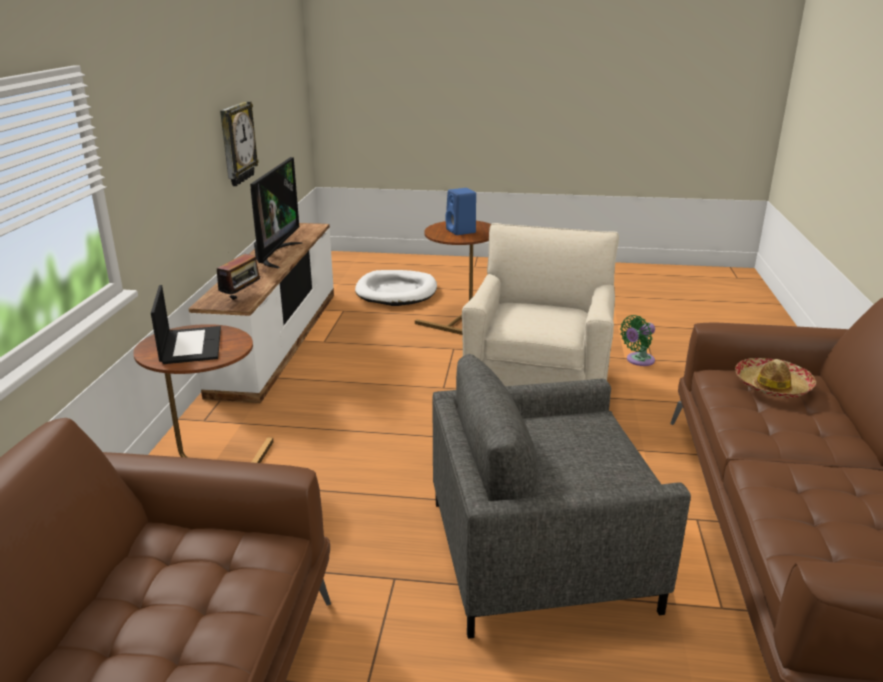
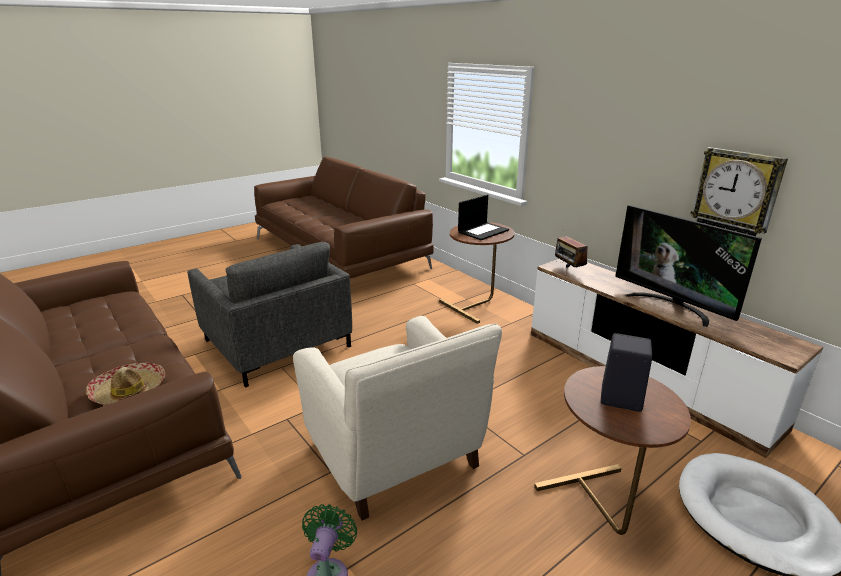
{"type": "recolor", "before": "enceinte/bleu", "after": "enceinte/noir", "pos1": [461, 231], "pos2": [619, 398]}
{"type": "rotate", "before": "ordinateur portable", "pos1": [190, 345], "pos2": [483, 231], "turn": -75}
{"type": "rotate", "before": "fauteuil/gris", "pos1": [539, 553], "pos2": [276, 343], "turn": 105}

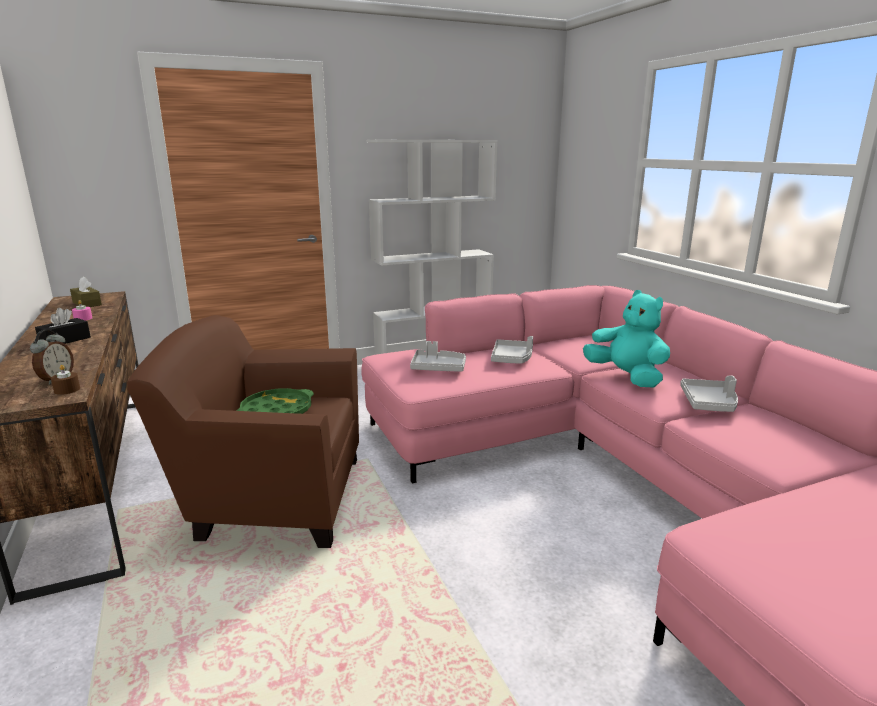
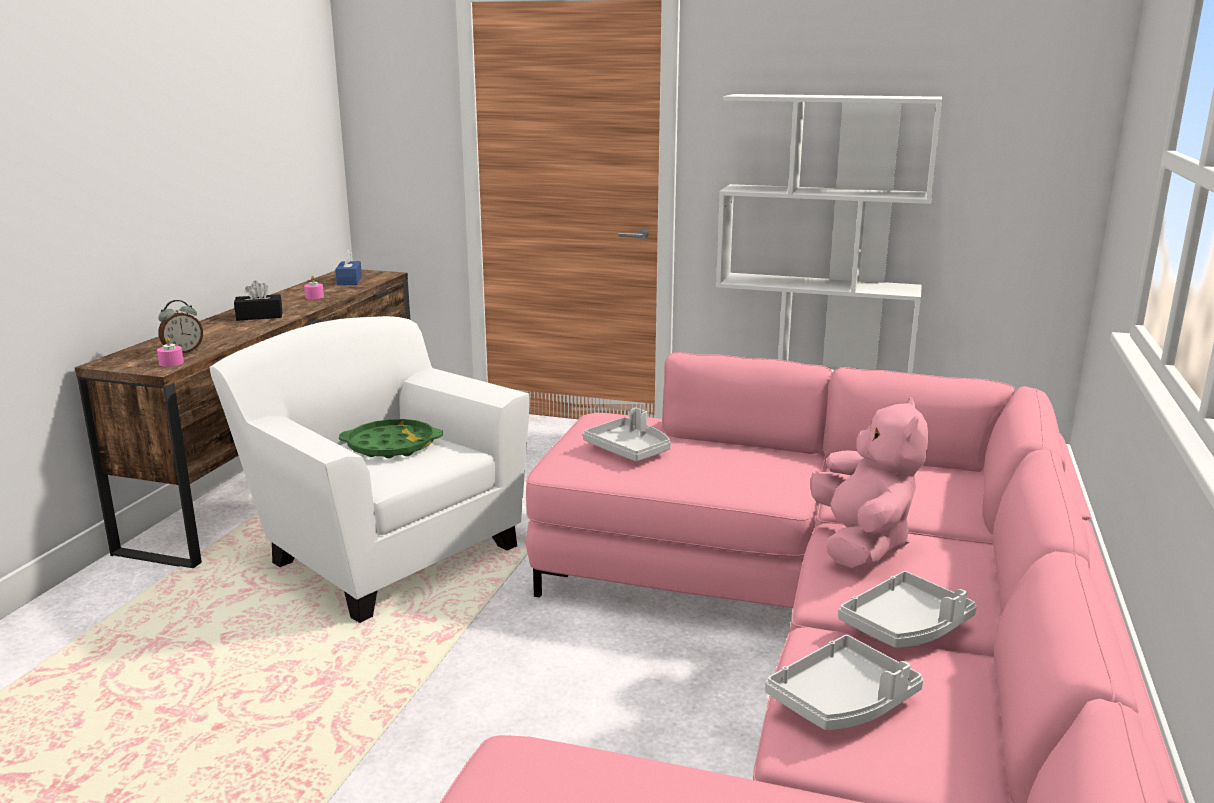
{"type": "move", "before": "plateau/gris", "pos1": [512, 359], "pos2": [843, 701]}
{"type": "recolor", "before": "bougie/marron", "after": "bougie/rose", "pos1": [67, 390], "pos2": [171, 363]}
{"type": "recolor", "before": "boîte à mouchoirs/marron", "after": "boîte à mouchoirs/bleu", "pos1": [87, 303], "pos2": [349, 281]}
{"type": "recolor", "before": "fauteuil/marron", "after": "fauteuil/blanc", "pos1": [273, 498], "pos2": [385, 553]}
{"type": "recolor", "before": "peluche/turquoise", "after": "peluche/rose", "pos1": [626, 377], "pos2": [861, 545]}

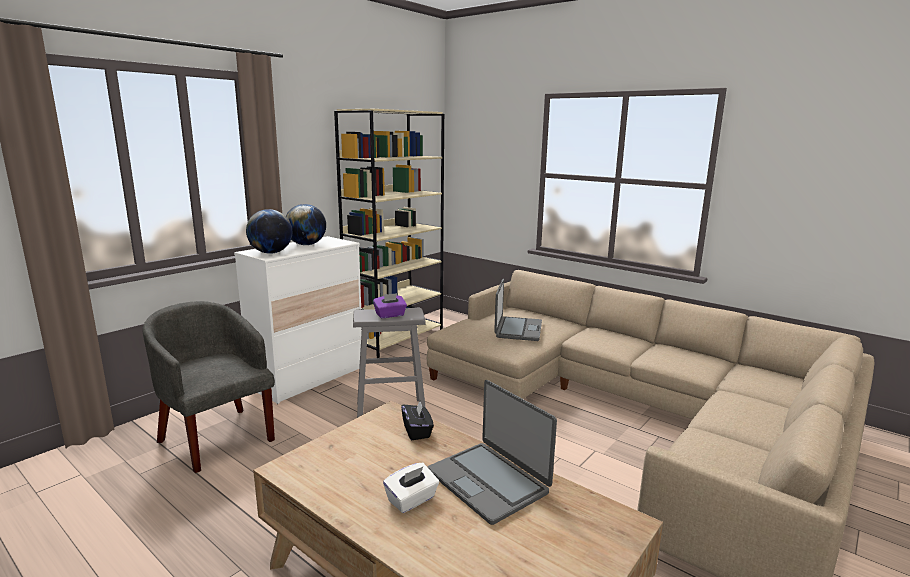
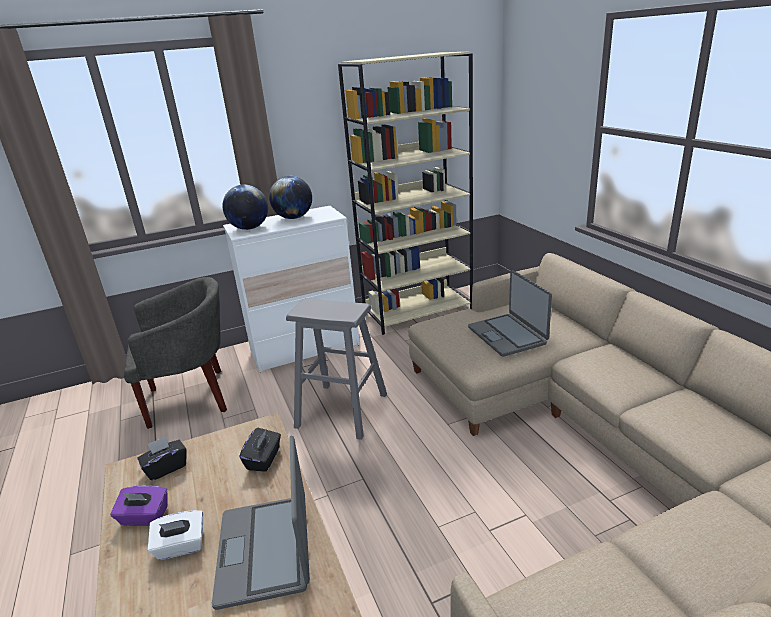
{"type": "insert", "after": "boîte à mouchoirs/noir", "pos2": [166, 468]}
{"type": "move", "before": "boîte à mouchoirs/violet", "pos1": [390, 315], "pos2": [144, 517]}
{"type": "rotate", "before": "fauteuil/gris", "pos1": [216, 437], "pos2": [192, 397], "turn": 90}
{"type": "rotate", "before": "ordinateur portable", "pos1": [518, 329], "pos2": [507, 335], "turn": 120}

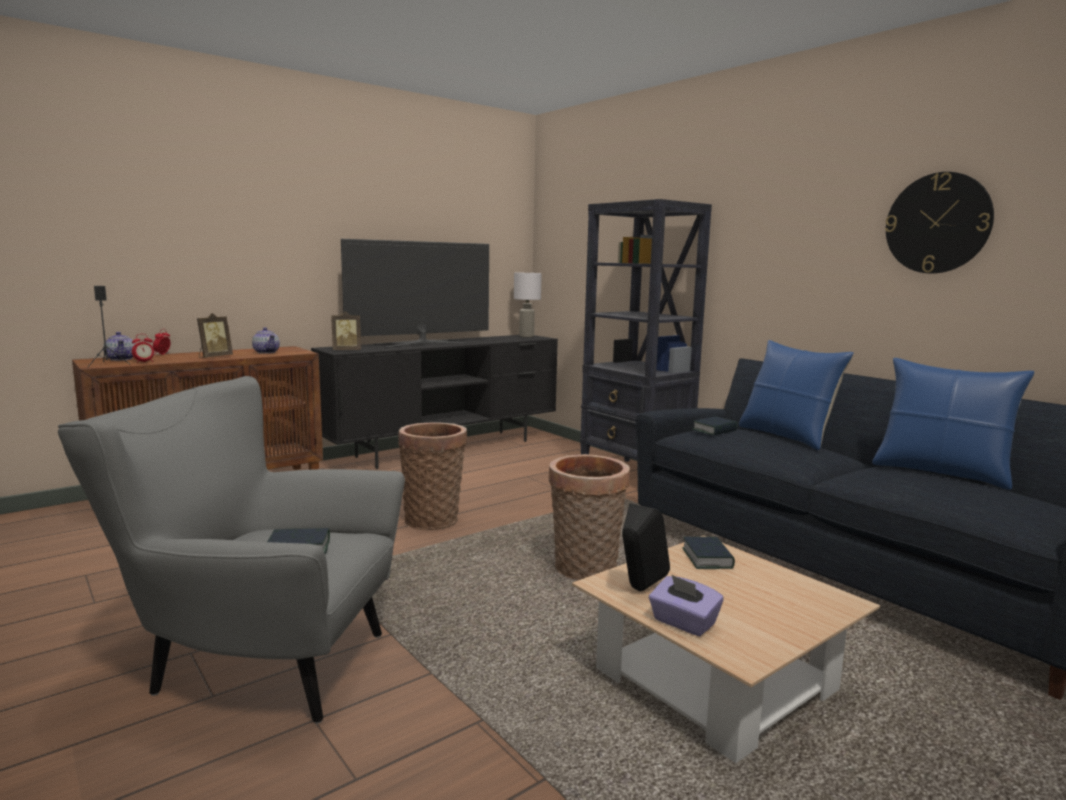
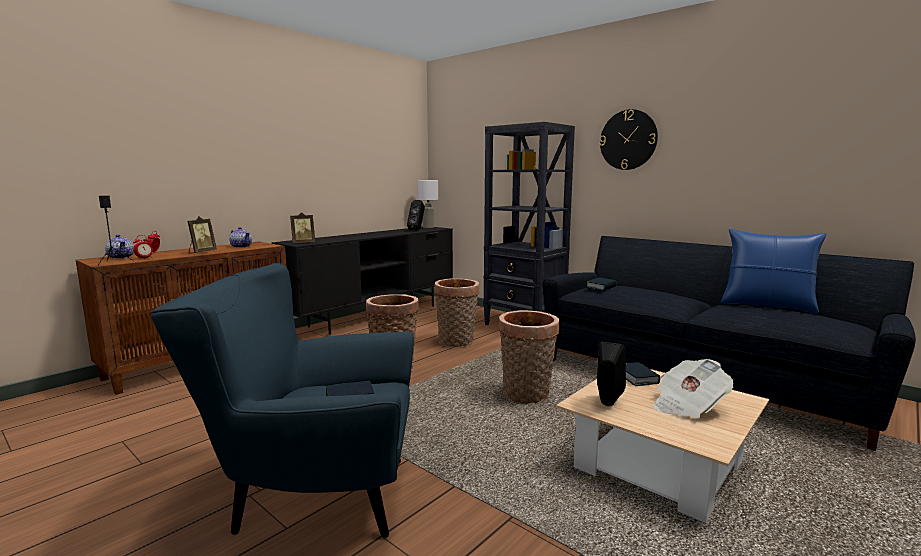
{"type": "delete", "before": "téléviseur", "pos1": [421, 344]}
{"type": "delete", "before": "boîte à mouchoirs/violet", "pos1": [683, 623]}
{"type": "delete", "before": "coussin/bleu", "pos1": [787, 436]}
{"type": "insert", "after": "enceinte/noir", "pos2": [417, 230]}
{"type": "insert", "after": "panier", "pos2": [456, 343]}
{"type": "insert", "after": "journal", "pos2": [687, 406]}
{"type": "move", "before": "horloge murale", "pos1": [937, 223], "pos2": [628, 140]}
{"type": "recolor", "before": "fauteuil/gris", "after": "fauteuil/bleu", "pos1": [255, 663], "pos2": [309, 496]}

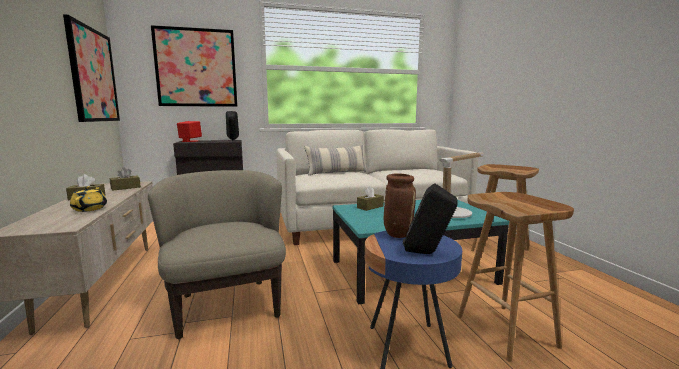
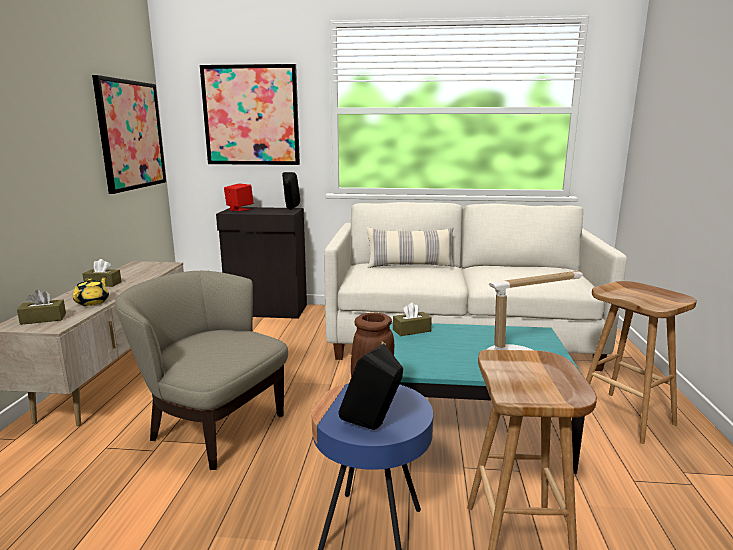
{"type": "move", "before": "boîte à mouchoirs/marron", "pos1": [125, 188], "pos2": [43, 319]}
{"type": "rotate", "before": "fauteuil/beige", "pos1": [227, 304], "pos2": [213, 427], "turn": -60}

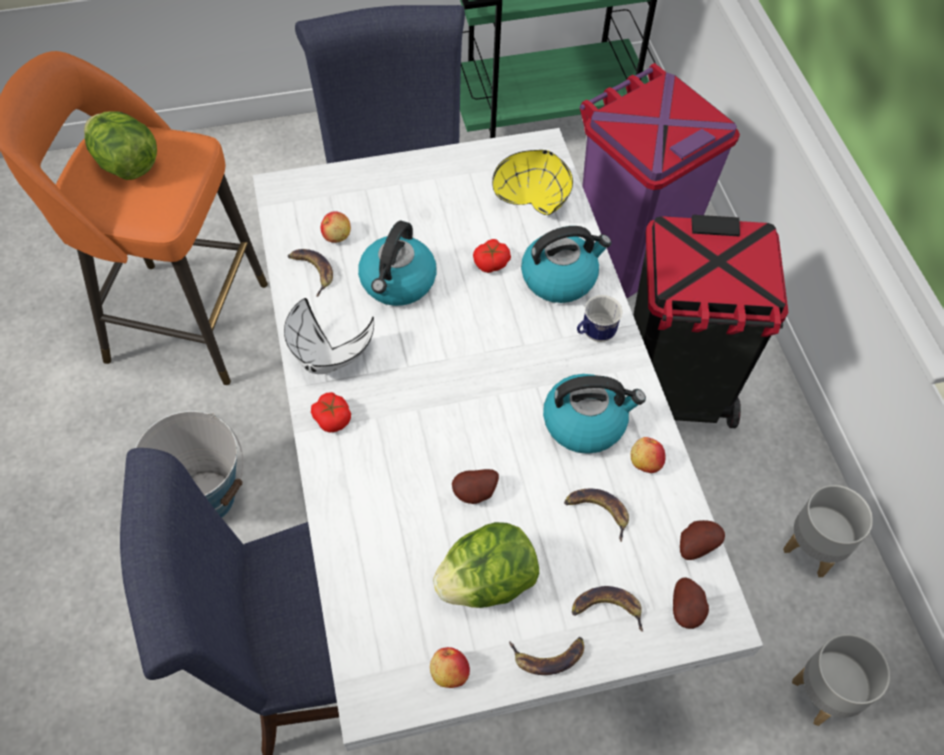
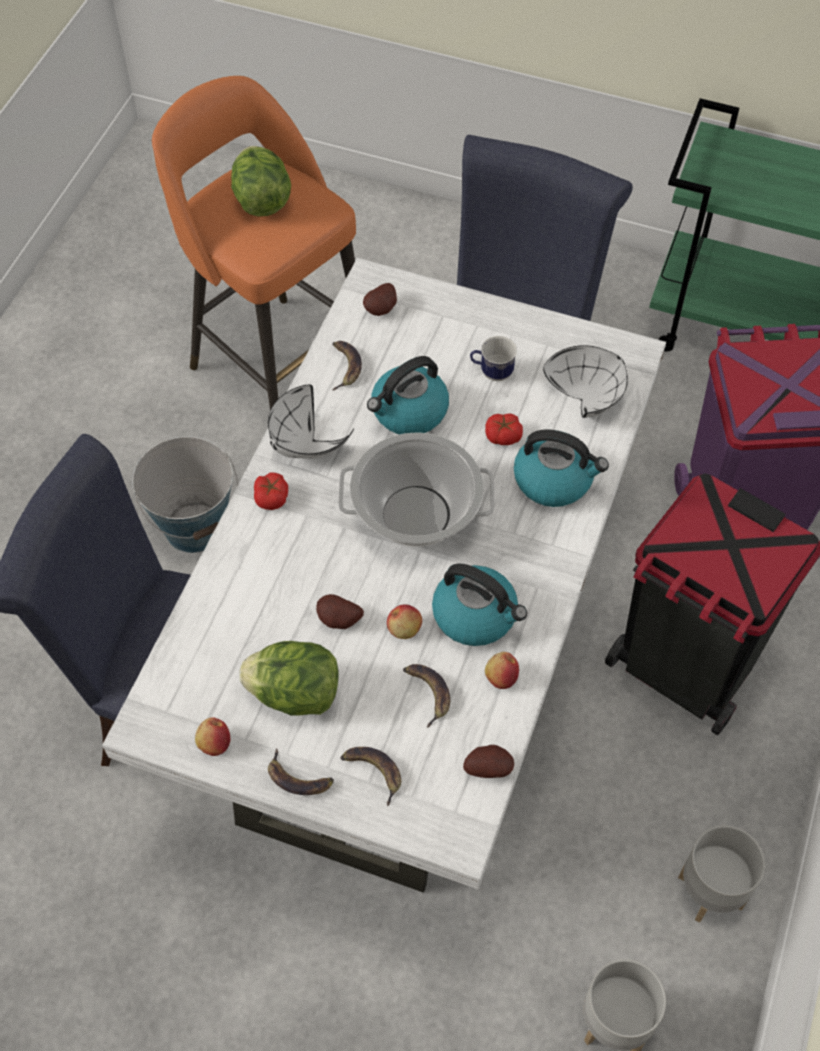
{"type": "insert", "after": "marmite", "pos2": [417, 515]}
{"type": "move", "before": "pomme", "pos1": [337, 235], "pos2": [404, 628]}
{"type": "move", "before": "mug", "pos1": [594, 334], "pos2": [491, 372]}
{"type": "move", "before": "pomme de terre", "pos1": [687, 610], "pos2": [382, 309]}
{"type": "recolor", "before": "bol/jaune", "after": "bol/blanc", "pos1": [533, 197], "pos2": [588, 395]}

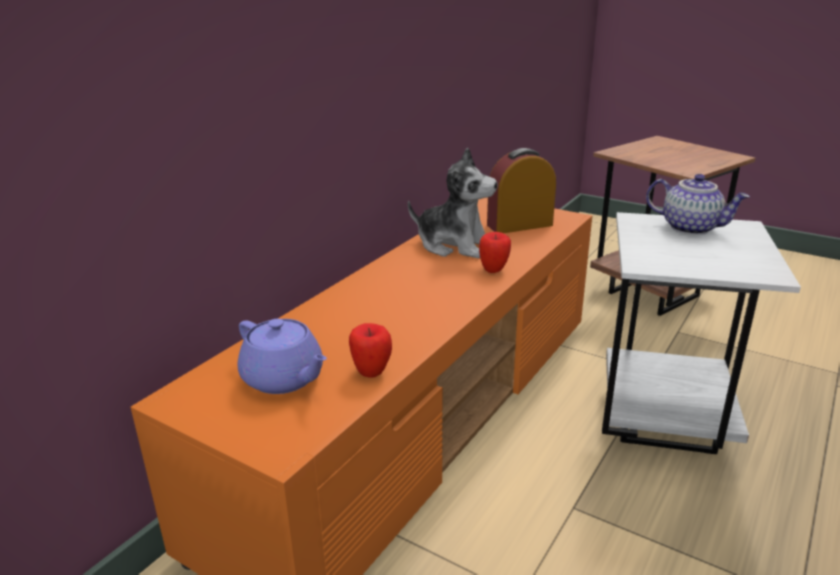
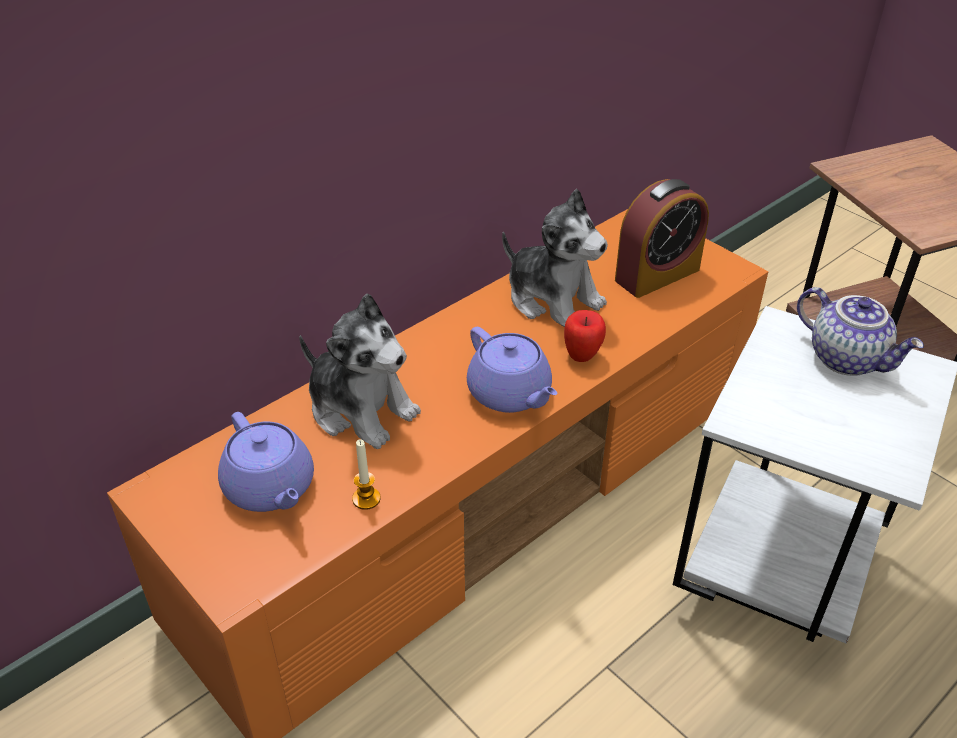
{"type": "insert", "after": "peluche", "pos2": [361, 409]}
{"type": "insert", "after": "théière/violet", "pos2": [510, 394]}
{"type": "replace", "before": "pomme", "after": "bougie", "pos1": [371, 372], "pos2": [366, 499]}
{"type": "rotate", "before": "réveil", "pos1": [519, 225], "pos2": [657, 275], "turn": 150}

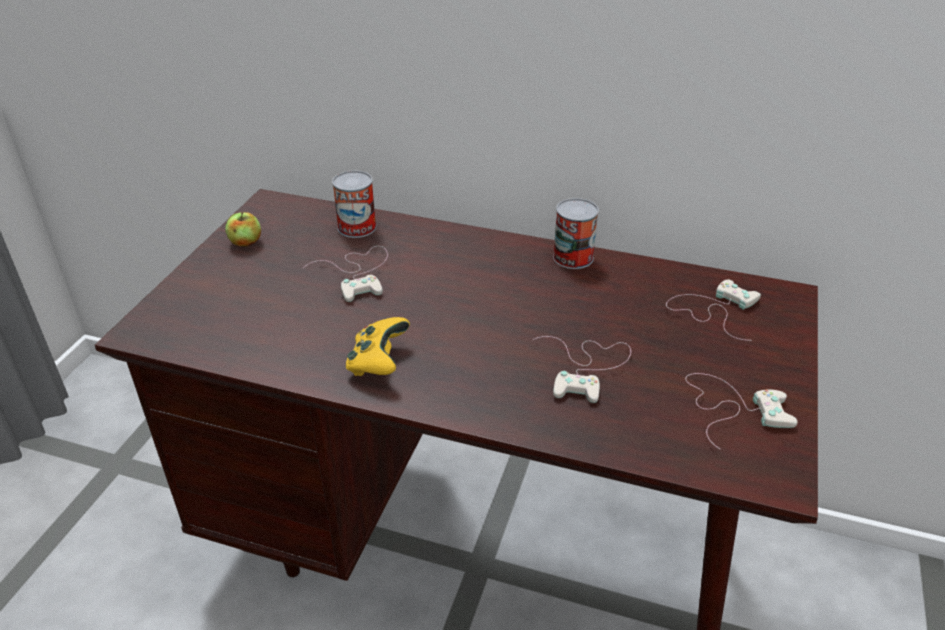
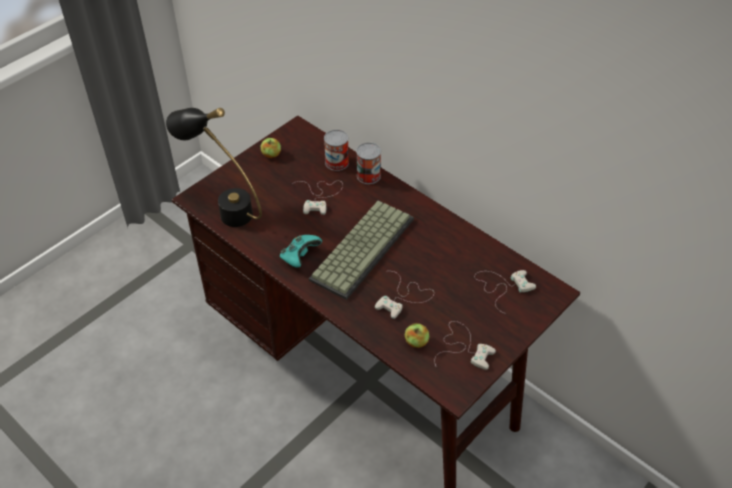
{"type": "insert", "after": "lampe de table/noir", "pos2": [224, 208]}
{"type": "insert", "after": "clavier", "pos2": [361, 247]}
{"type": "insert", "after": "pomme", "pos2": [416, 342]}
{"type": "move", "before": "boîte métallique", "pos1": [573, 257], "pos2": [368, 175]}
{"type": "recolor", "before": "manette/jaune", "after": "manette/turquoise", "pos1": [378, 363], "pos2": [300, 257]}

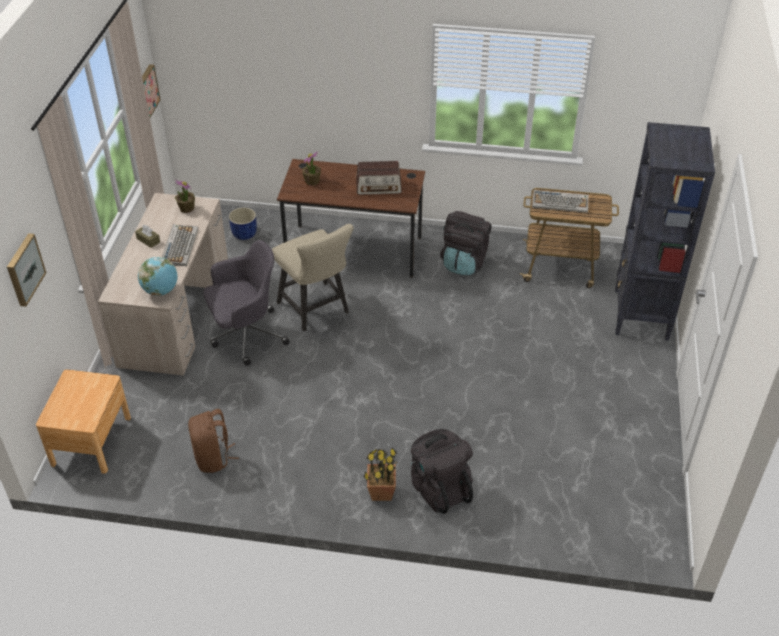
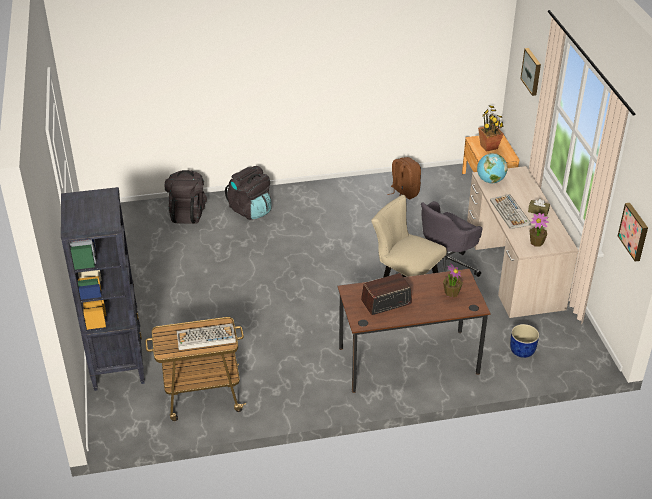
{"type": "move", "before": "plante en pot", "pos1": [381, 492], "pos2": [489, 147]}
{"type": "move", "before": "sac à dos/noir", "pos1": [464, 262], "pos2": [187, 213]}

